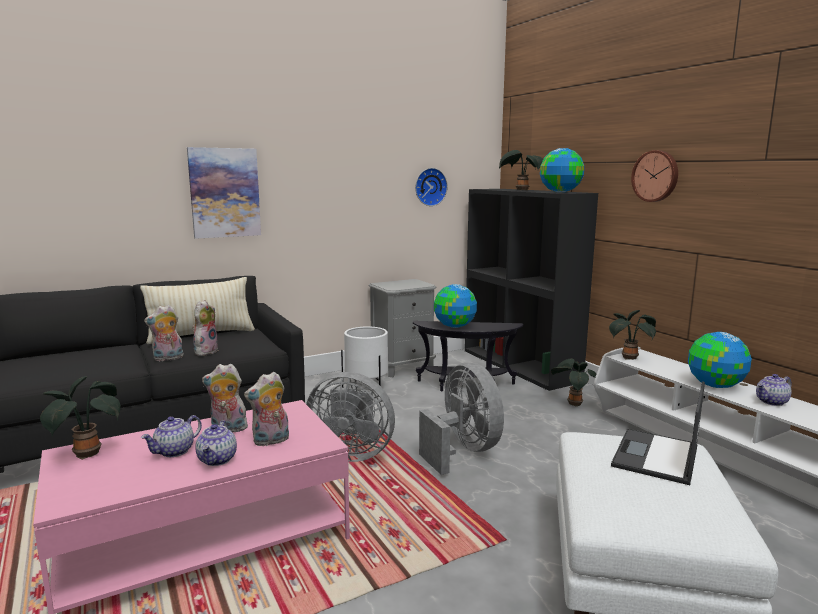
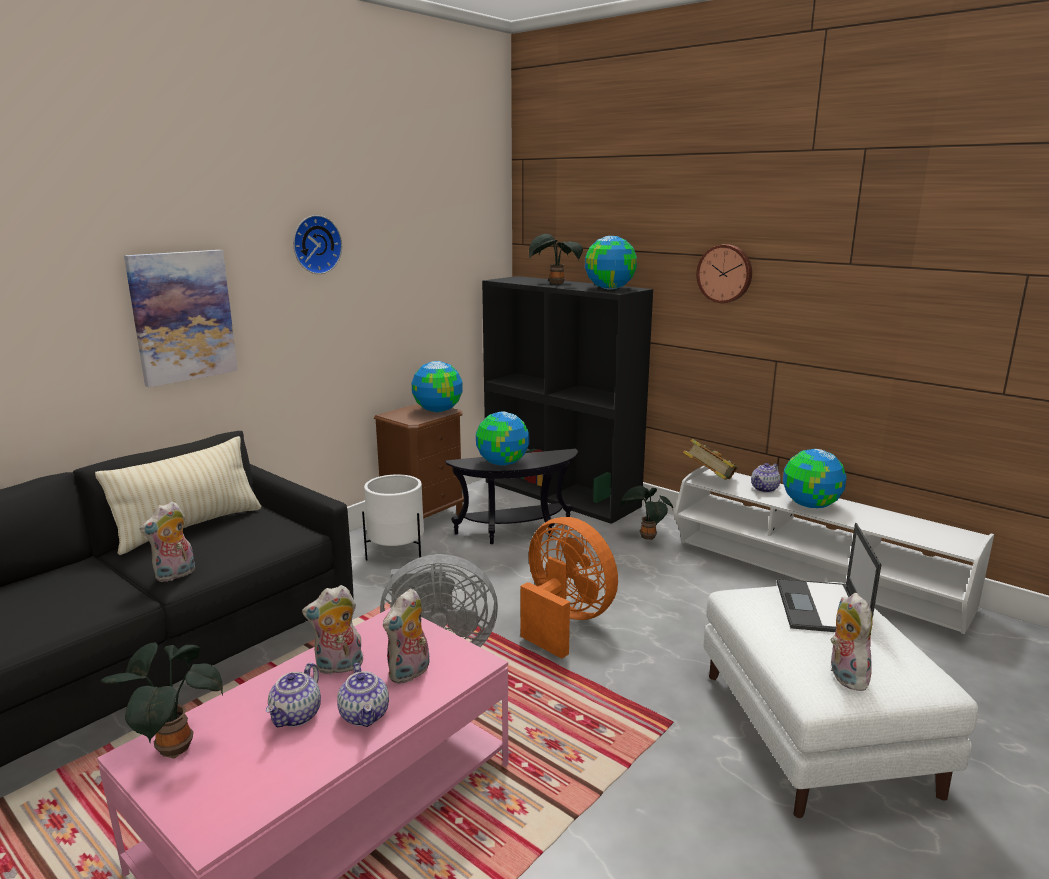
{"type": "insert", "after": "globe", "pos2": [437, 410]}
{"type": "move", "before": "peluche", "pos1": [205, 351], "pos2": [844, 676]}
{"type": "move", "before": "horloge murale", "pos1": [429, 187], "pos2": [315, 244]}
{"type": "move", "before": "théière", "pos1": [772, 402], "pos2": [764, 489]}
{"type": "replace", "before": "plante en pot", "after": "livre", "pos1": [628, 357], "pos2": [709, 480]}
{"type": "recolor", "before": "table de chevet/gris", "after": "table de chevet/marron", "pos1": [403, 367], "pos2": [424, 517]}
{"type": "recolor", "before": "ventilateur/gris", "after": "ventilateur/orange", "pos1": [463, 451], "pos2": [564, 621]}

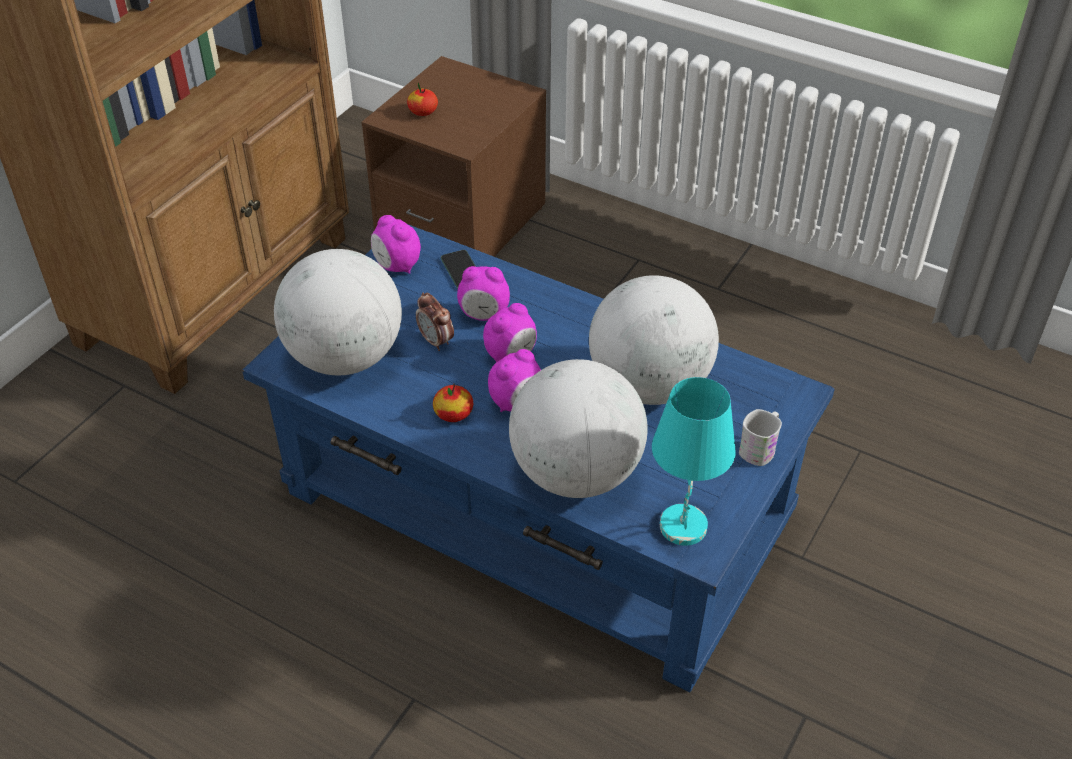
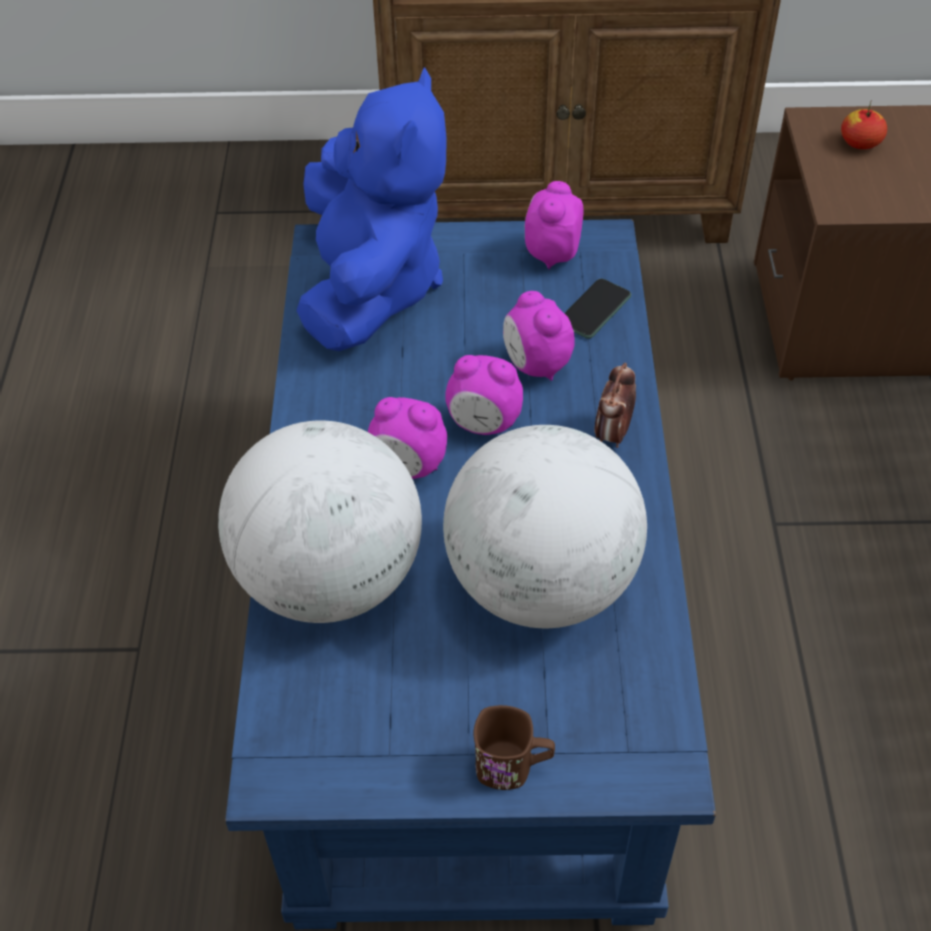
{"type": "delete", "before": "pomme", "pos1": [453, 414]}
{"type": "delete", "before": "lampe de table/turquoise", "pos1": [684, 527]}
{"type": "move", "before": "réveil", "pos1": [436, 341], "pos2": [613, 434]}
{"type": "replace", "before": "globe", "after": "peluche/bleu", "pos1": [345, 357], "pos2": [371, 287]}
{"type": "recolor", "before": "mug/blanc", "after": "mug/marron", "pos1": [760, 449], "pos2": [513, 766]}

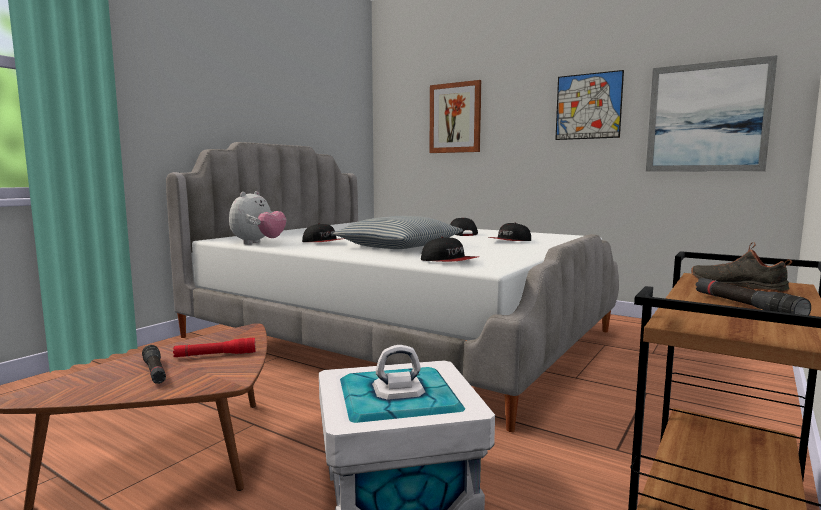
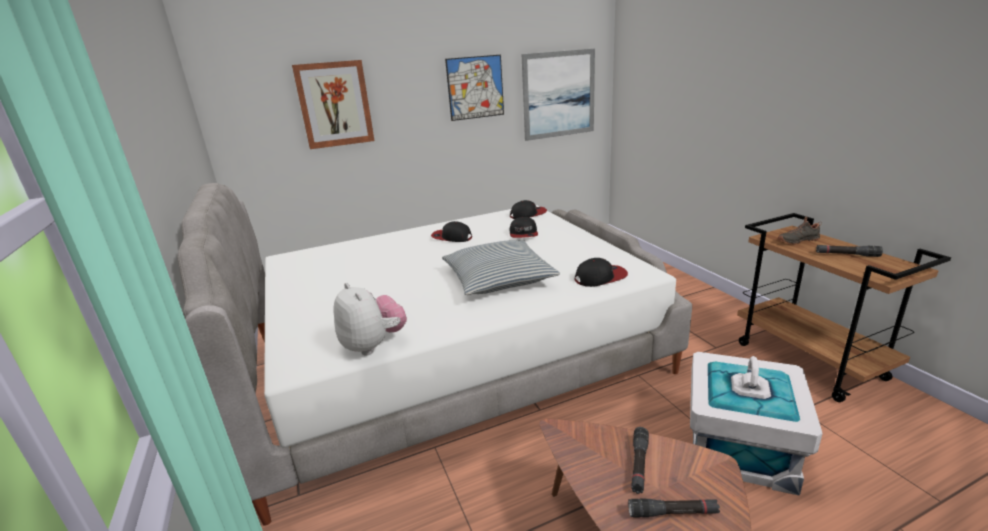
{"type": "move", "before": "casquette", "pos1": [324, 242], "pos2": [528, 214]}
{"type": "recolor", "before": "lampe de poche/rouge", "after": "lampe de poche/noir", "pos1": [215, 355], "pos2": [639, 464]}

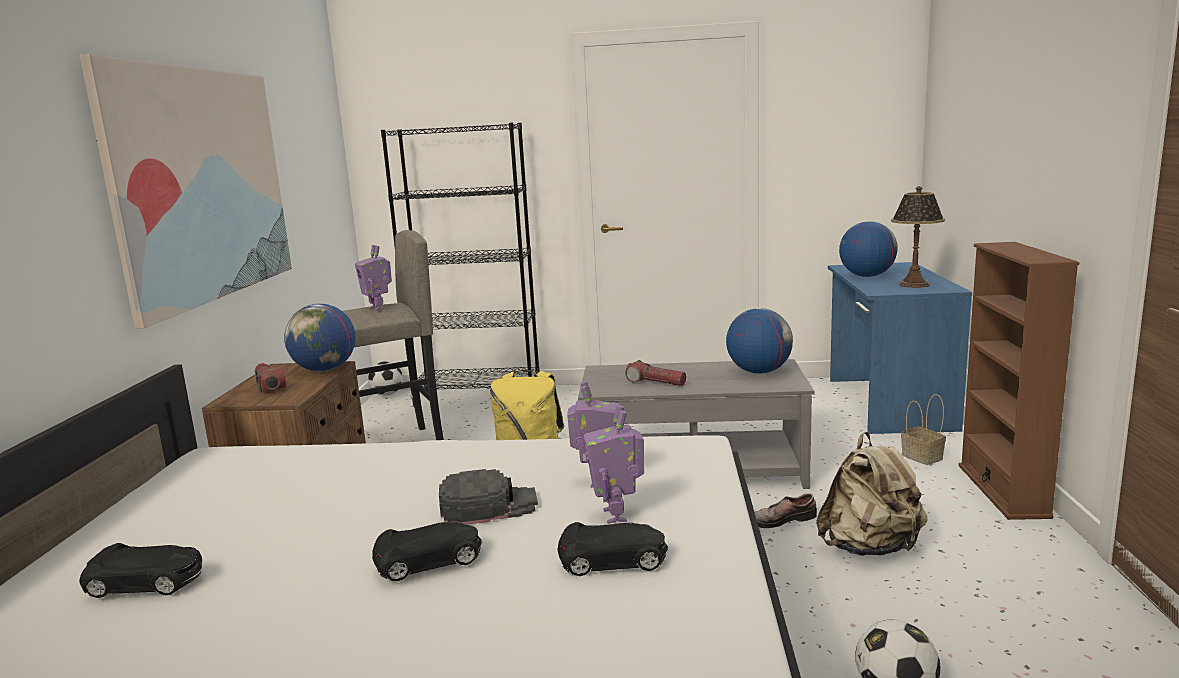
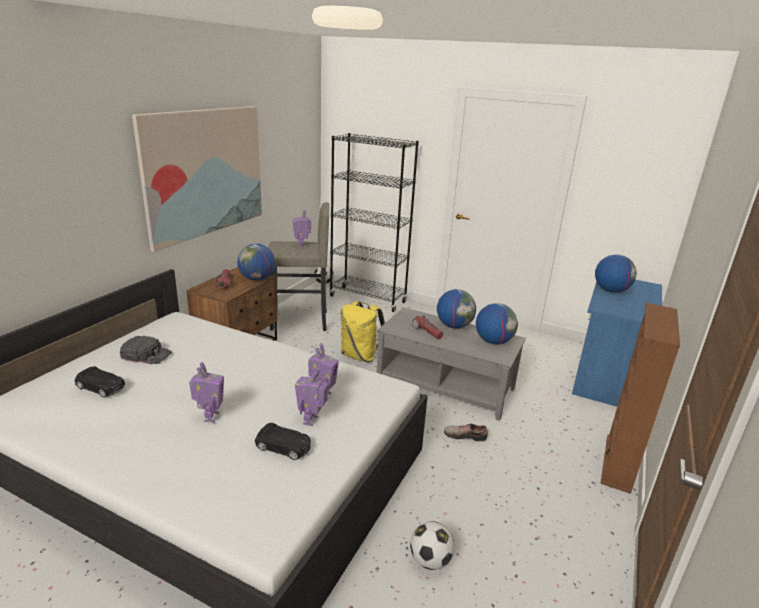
{"type": "delete", "before": "sac à dos/beige", "pos1": [870, 548]}
{"type": "delete", "before": "lampe de table", "pos1": [914, 284]}
{"type": "delete", "before": "panier", "pos1": [923, 457]}
{"type": "insert", "after": "globe", "pos2": [454, 326]}
{"type": "move", "before": "casquette/noir", "pos1": [488, 505], "pos2": [147, 354]}
{"type": "replace", "before": "petite voiture/noir", "after": "robot jouet", "pos1": [429, 561], "pos2": [210, 417]}

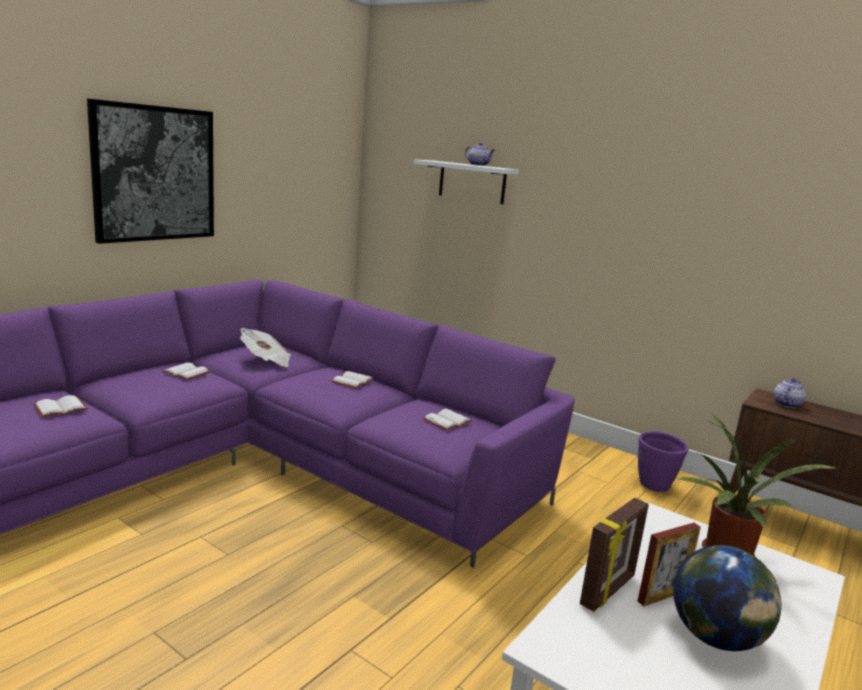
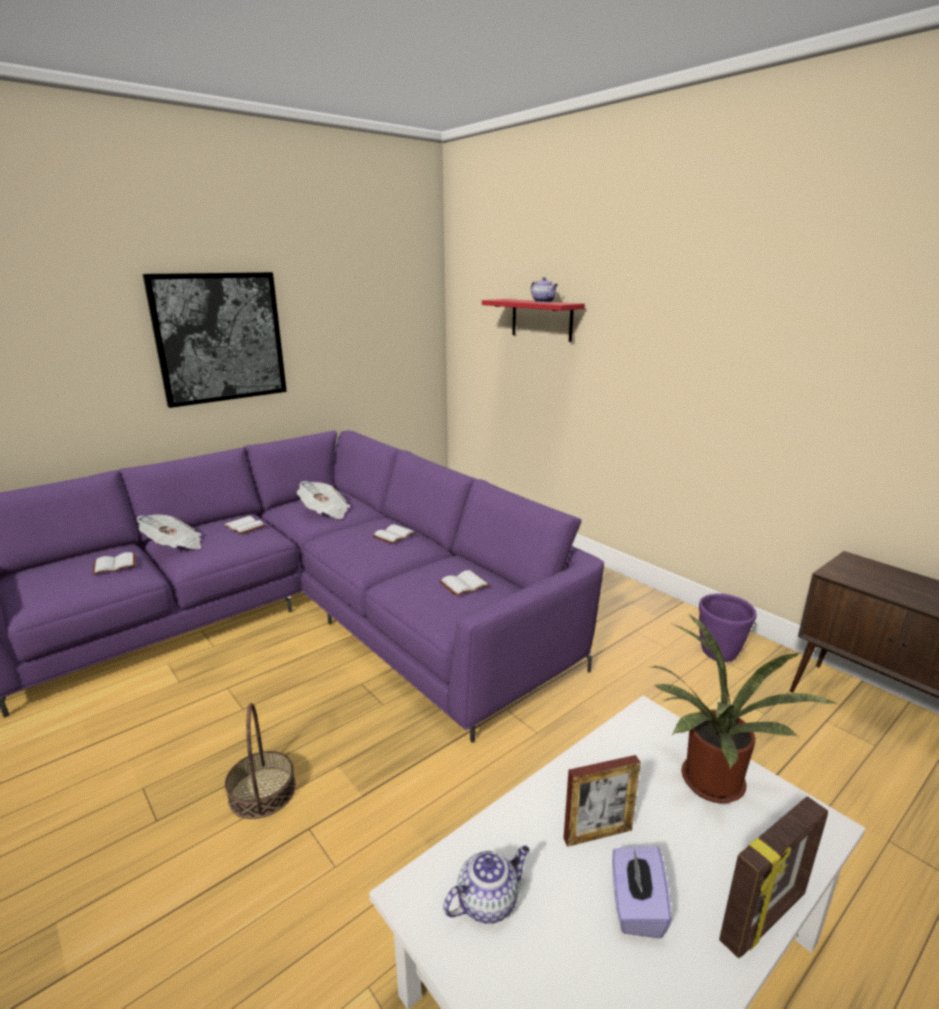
{"type": "insert", "after": "journal", "pos2": [174, 546]}
{"type": "insert", "after": "panier", "pos2": [262, 792]}
{"type": "move", "before": "cadre photo", "pos1": [609, 591], "pos2": [764, 918]}
{"type": "move", "before": "théière", "pos1": [786, 404], "pos2": [488, 901]}
{"type": "replace", "before": "globe", "after": "boîte à mouchoirs/violet", "pos1": [715, 638], "pos2": [636, 906]}
{"type": "recolor", "before": "étagère/blanc", "after": "étagère/rouge", "pos1": [472, 182], "pos2": [541, 319]}

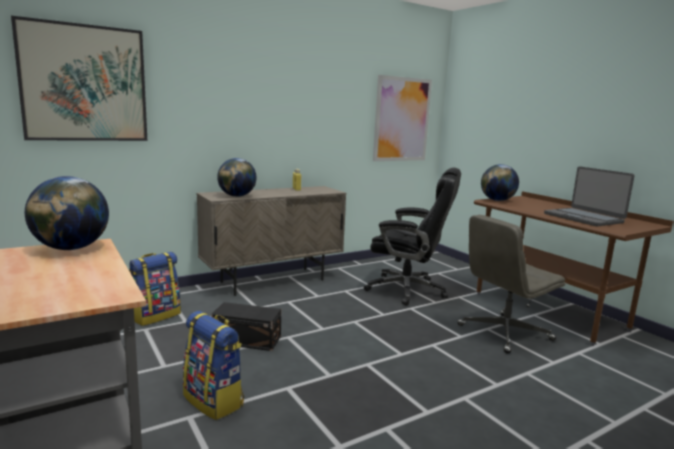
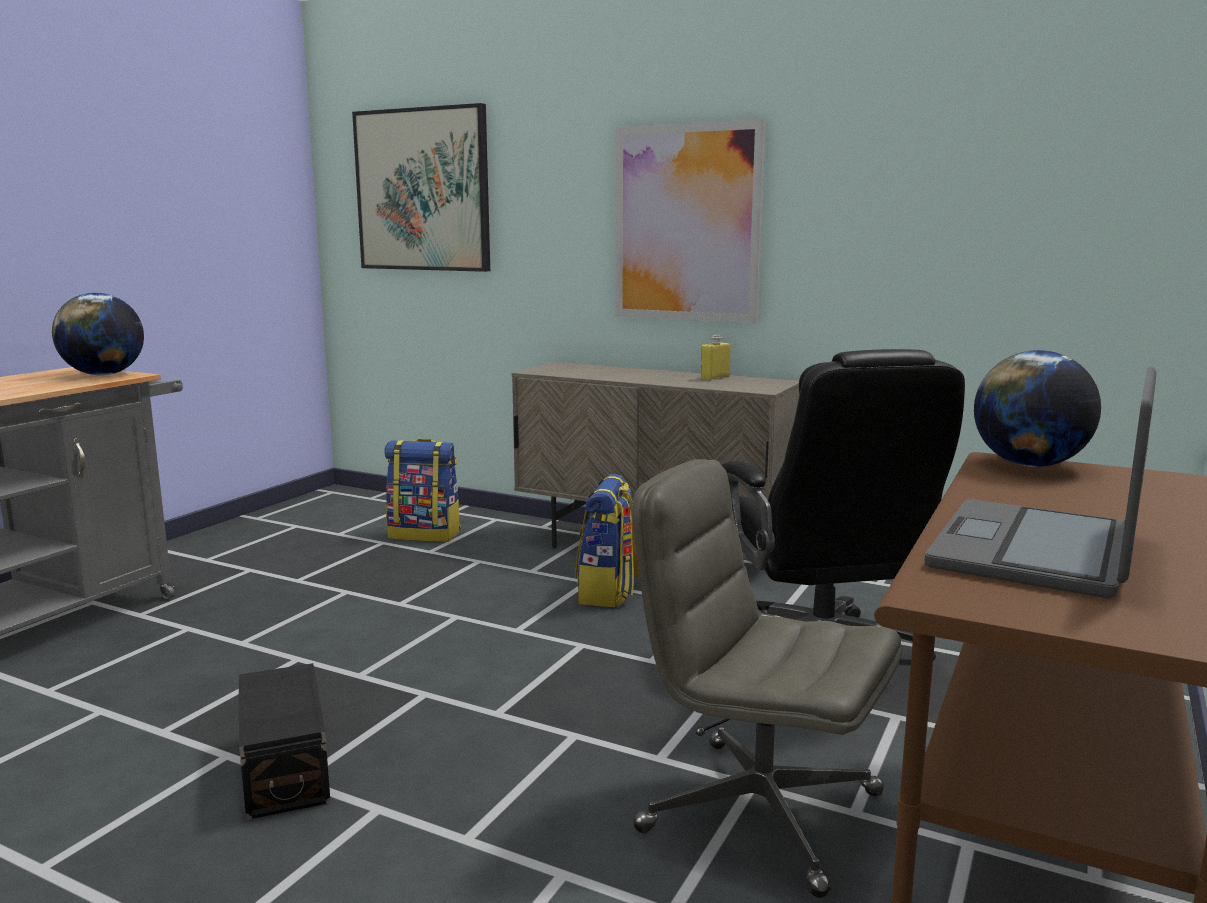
{"type": "delete", "before": "globe", "pos1": [237, 196]}
{"type": "move", "before": "sac à dos", "pos1": [214, 400], "pos2": [608, 592]}
{"type": "move", "before": "boîte de rangement/noir", "pos1": [247, 340], "pos2": [282, 770]}
{"type": "move", "before": "tableau", "pos1": [401, 119], "pos2": [687, 223]}

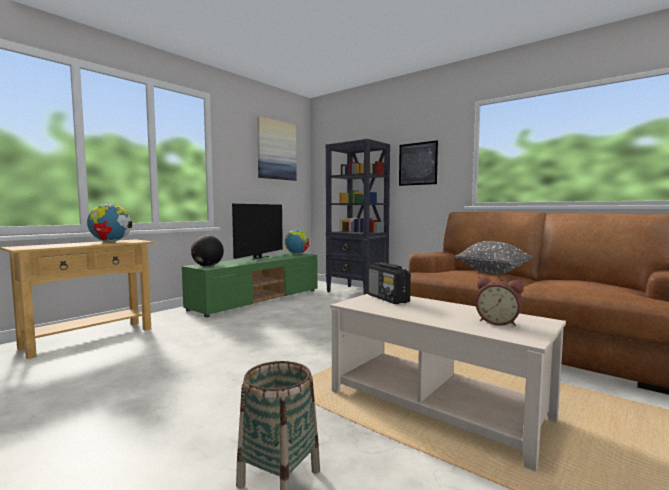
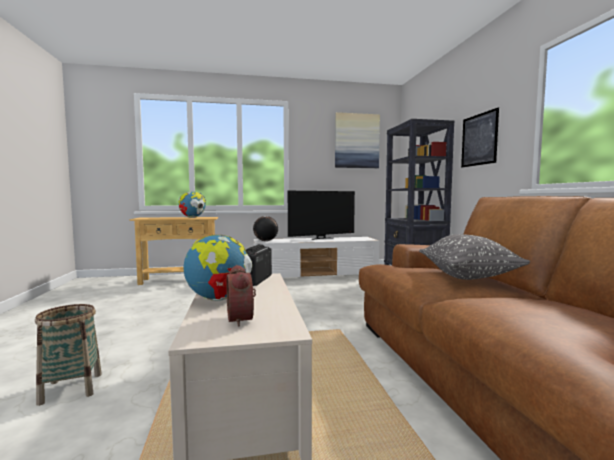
{"type": "move", "before": "globe", "pos1": [297, 254], "pos2": [218, 299]}
{"type": "recolor", "before": "meuble télé/vert", "after": "meuble télé/blanc", "pos1": [258, 299], "pos2": [316, 274]}

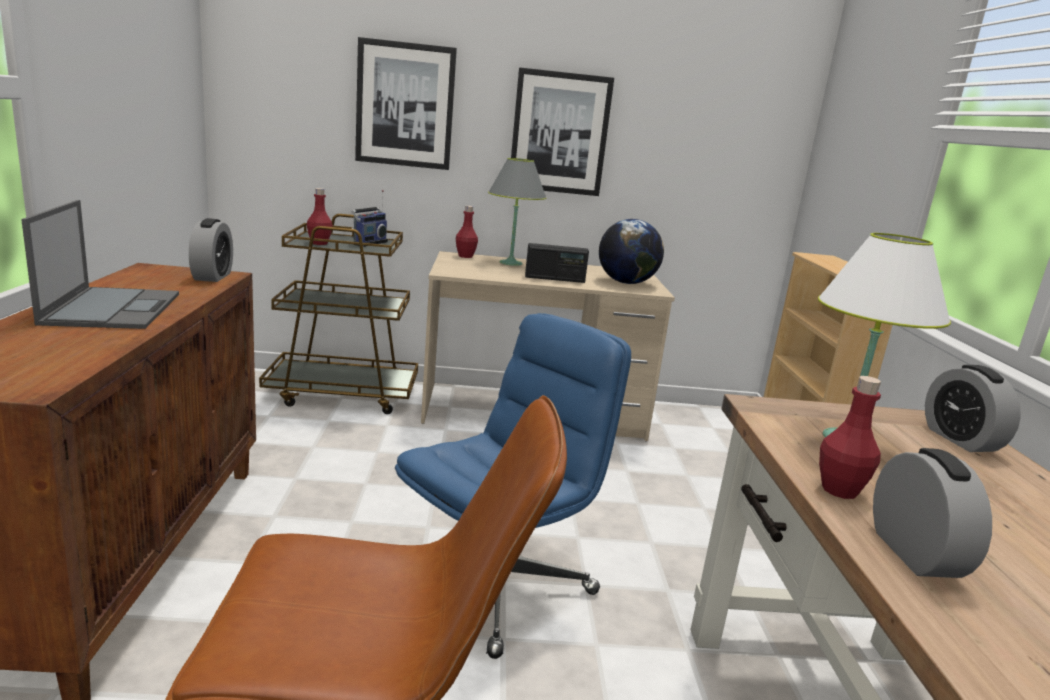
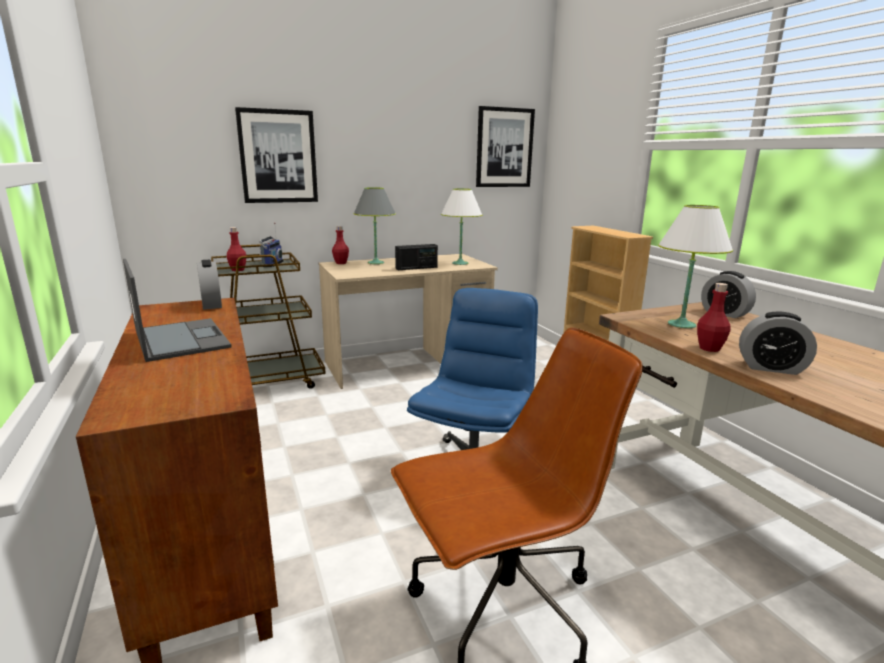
{"type": "move", "before": "tableau", "pos1": [559, 133], "pos2": [504, 148]}
{"type": "replace", "before": "globe", "after": "lampe de table/blanc", "pos1": [626, 282], "pos2": [460, 263]}
{"type": "rotate", "before": "réveil", "pos1": [914, 554], "pos2": [771, 368], "turn": 135}

